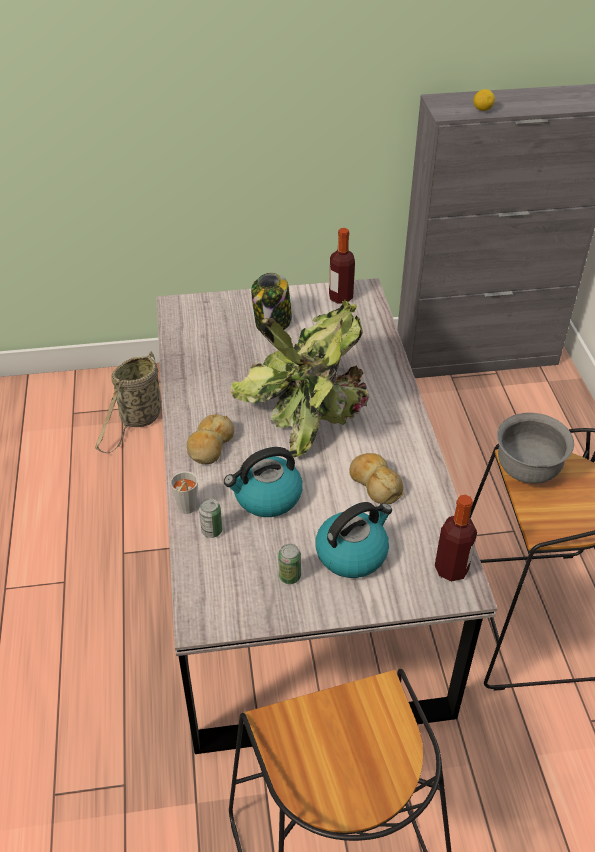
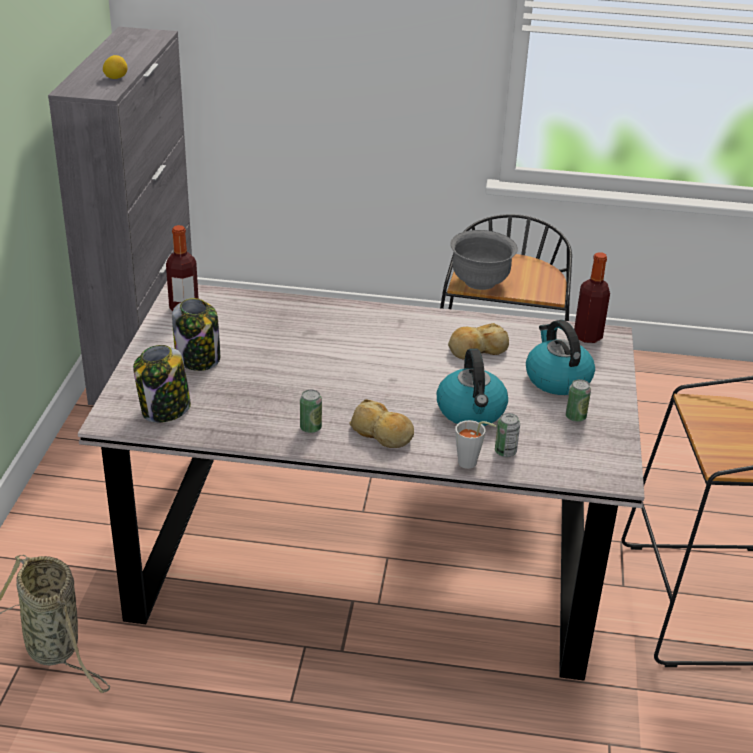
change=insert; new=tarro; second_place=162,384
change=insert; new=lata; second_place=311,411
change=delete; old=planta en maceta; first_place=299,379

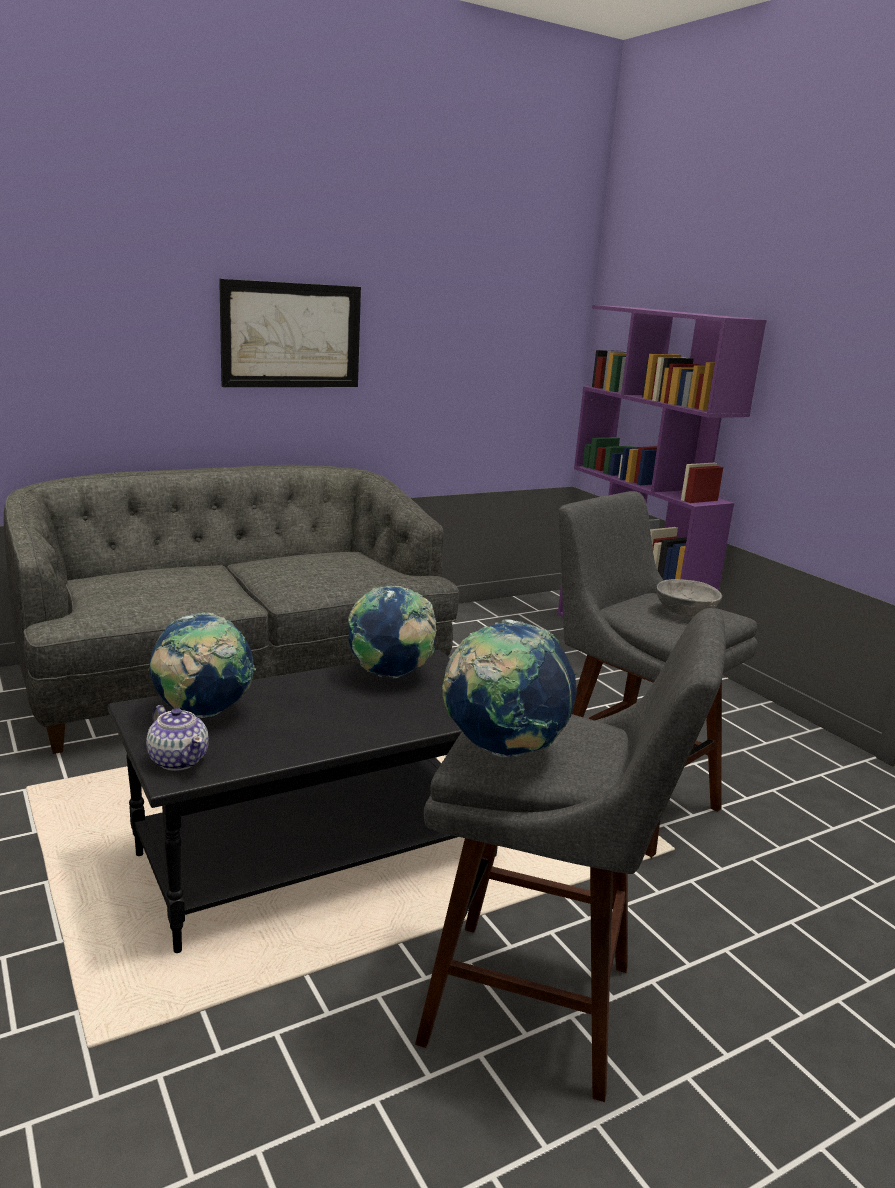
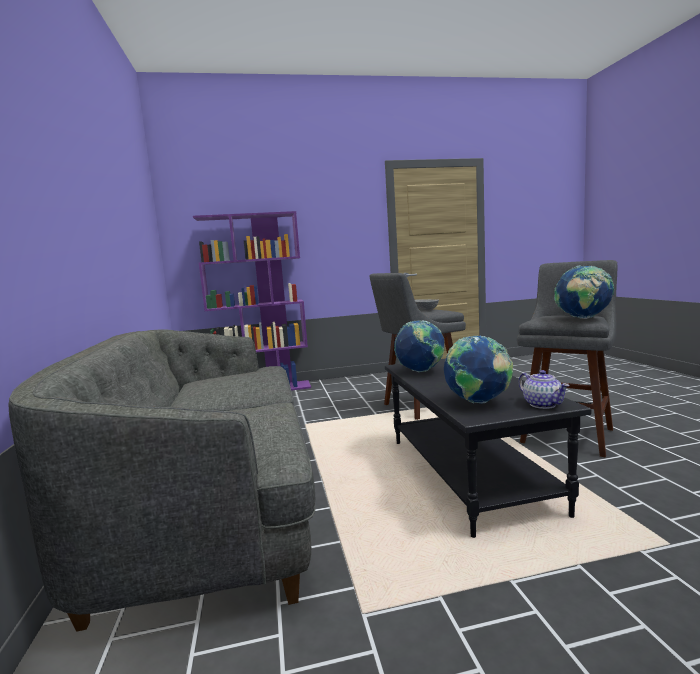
change=rotate; old=tetera; first_place=177,738; second_place=544,389; degrees=90
change=delete; old=cuadro; first_place=290,333

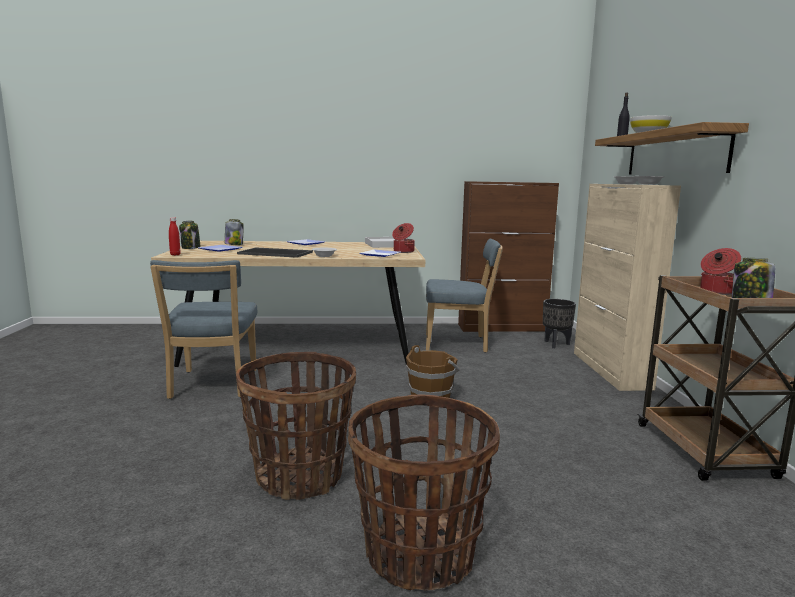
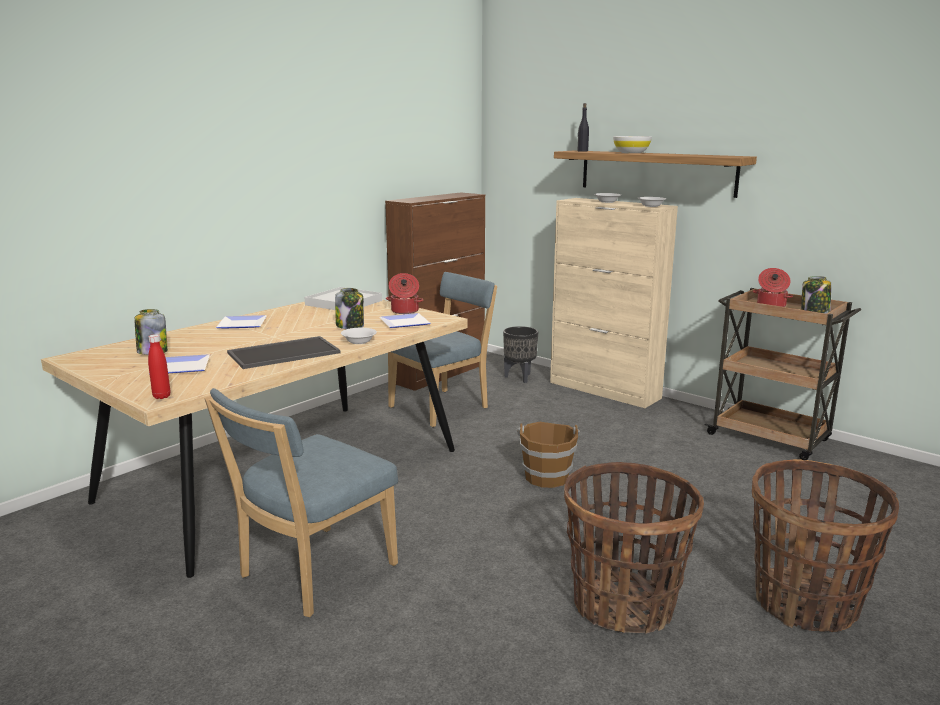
change=rotate; old=silla (azul); first_place=203,329; second_place=301,502; degrees=90
change=move; old=tarro; first_place=190,235; second_place=349,308

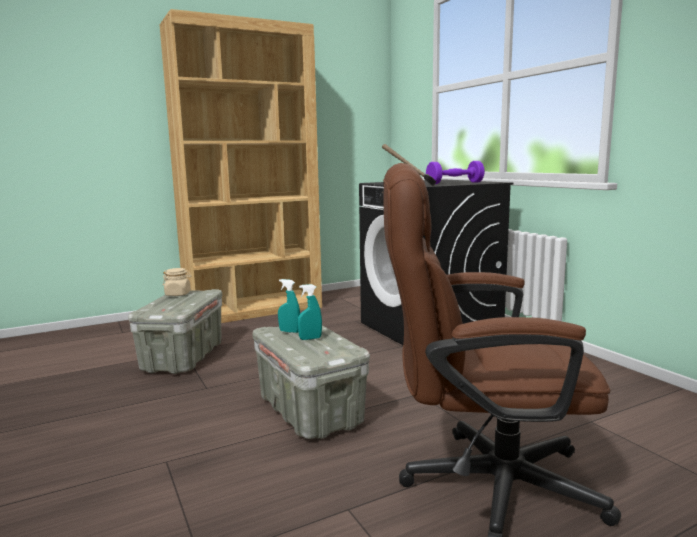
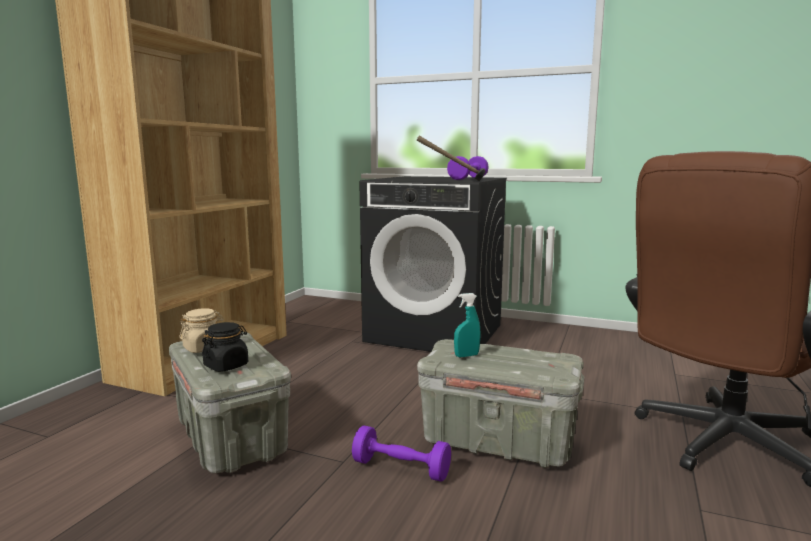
change=insert; new=tarro (negro); second_place=225,347
change=insert; new=mancuerna (morado); second_place=401,453
change=delete; old=pulverizador (turquesa); first_place=310,312

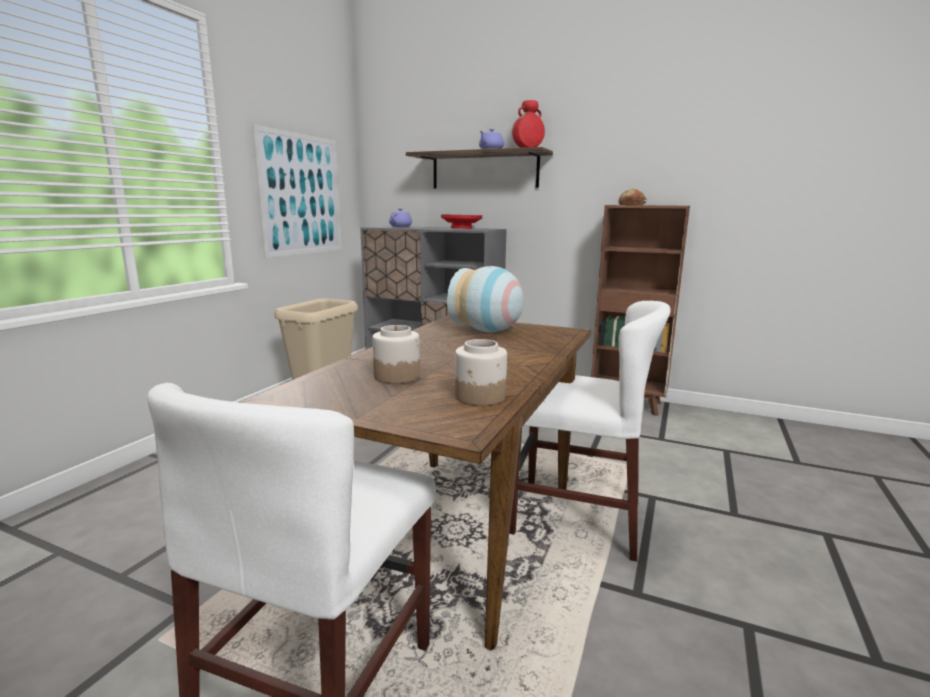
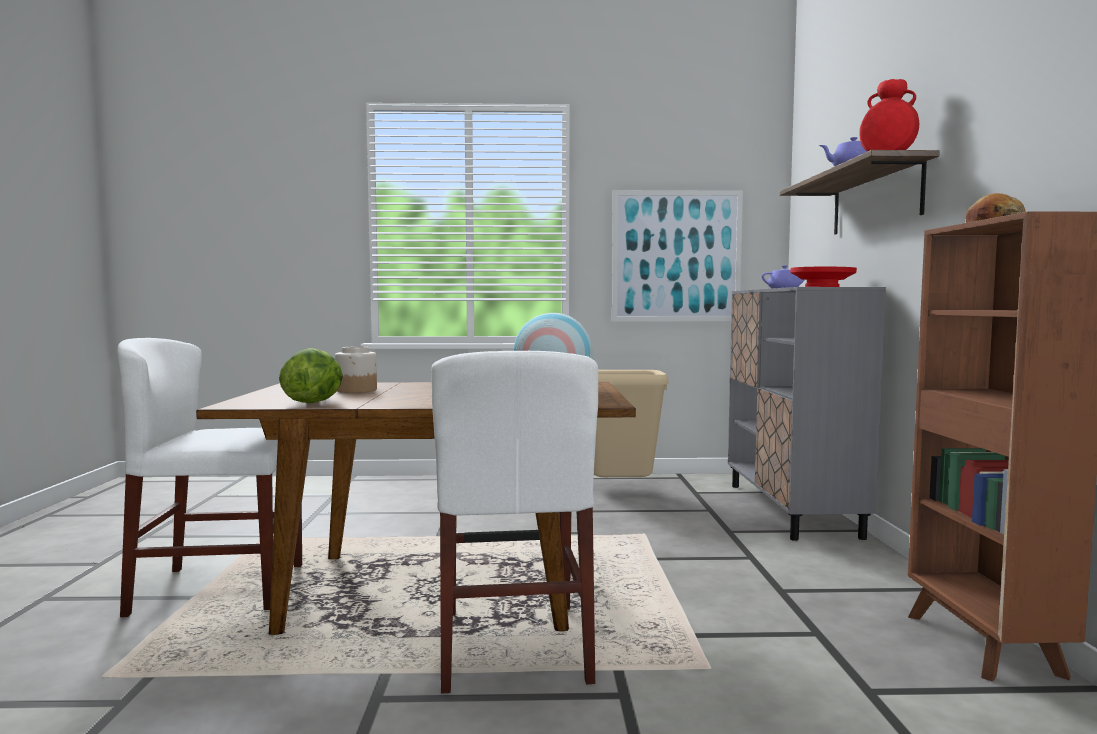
change=replace; old=tarro; new=lechuga; first_place=481,372; second_place=311,375

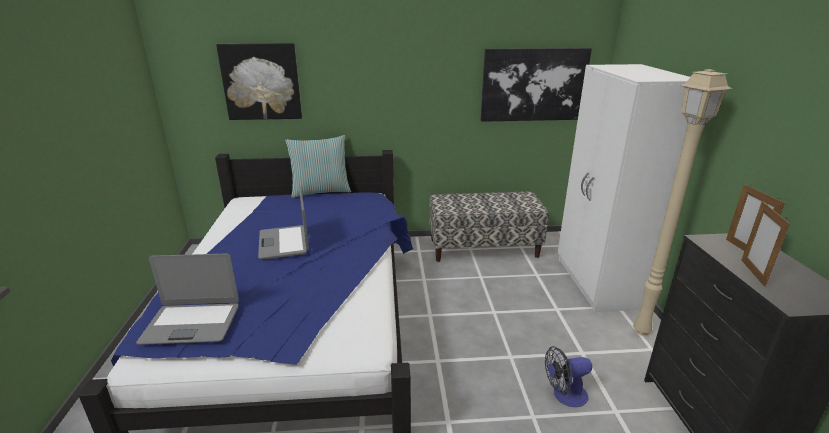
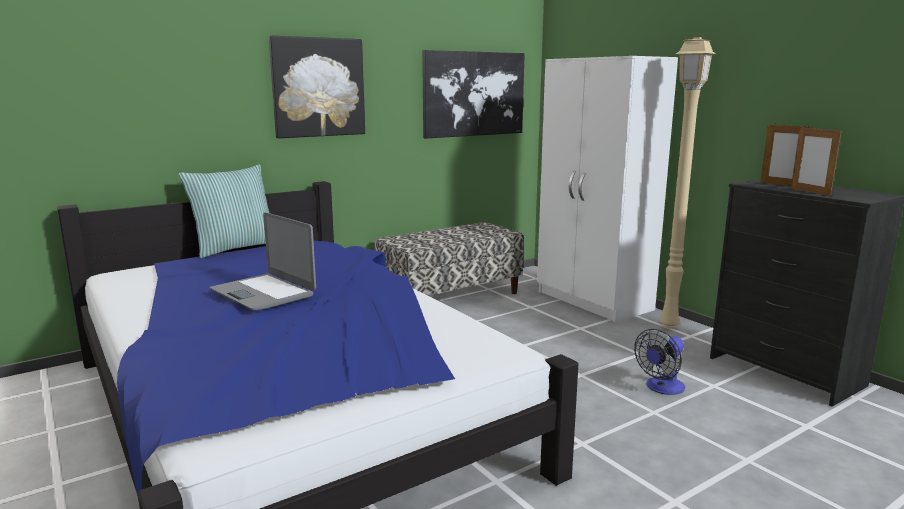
change=move; old=cuadro; first_place=259,81; second_place=317,87
change=delete; old=portátil; first_place=187,299

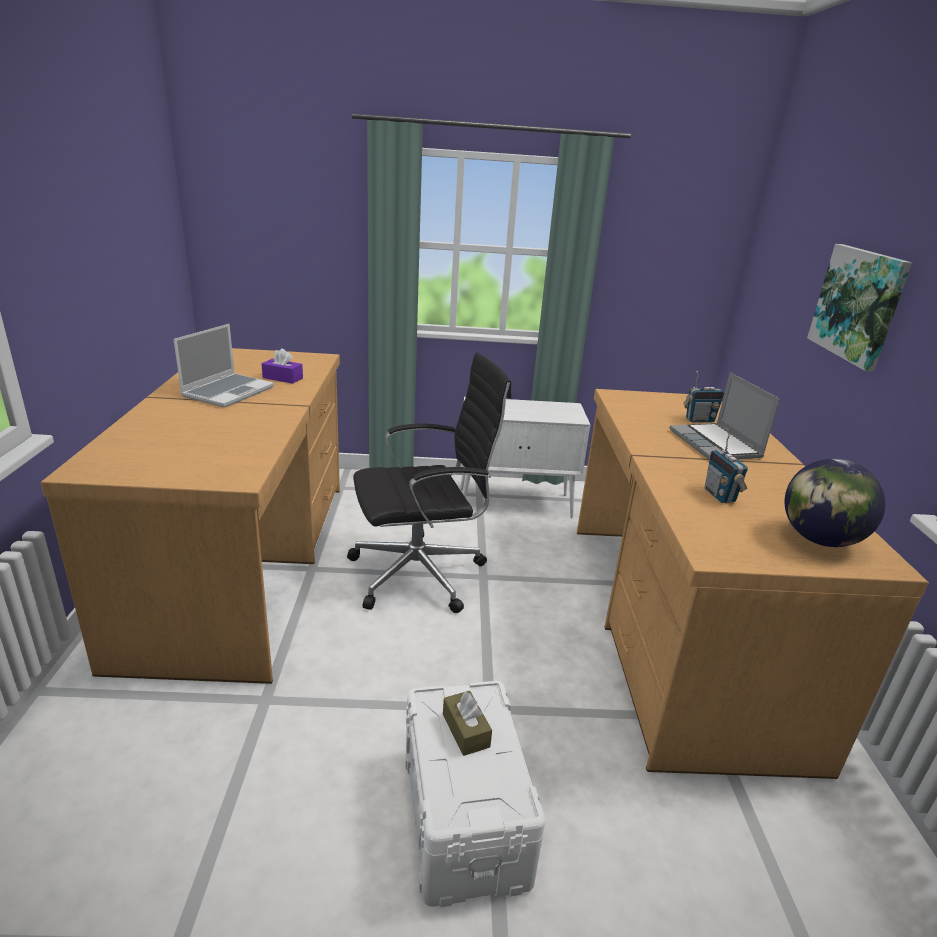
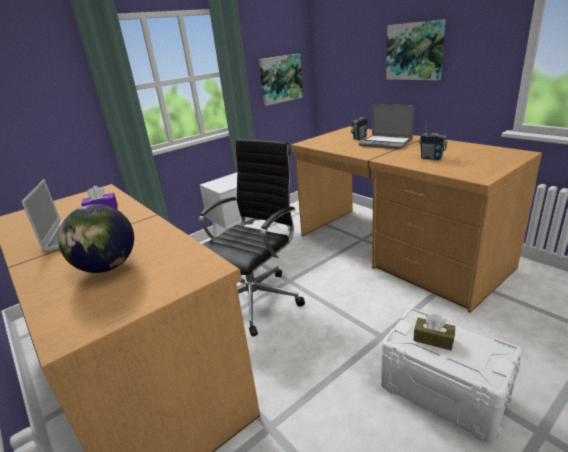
change=move; old=globo terráqueo; first_place=835,503; second_place=96,238
change=insert; new=cuadro; second_place=281,80

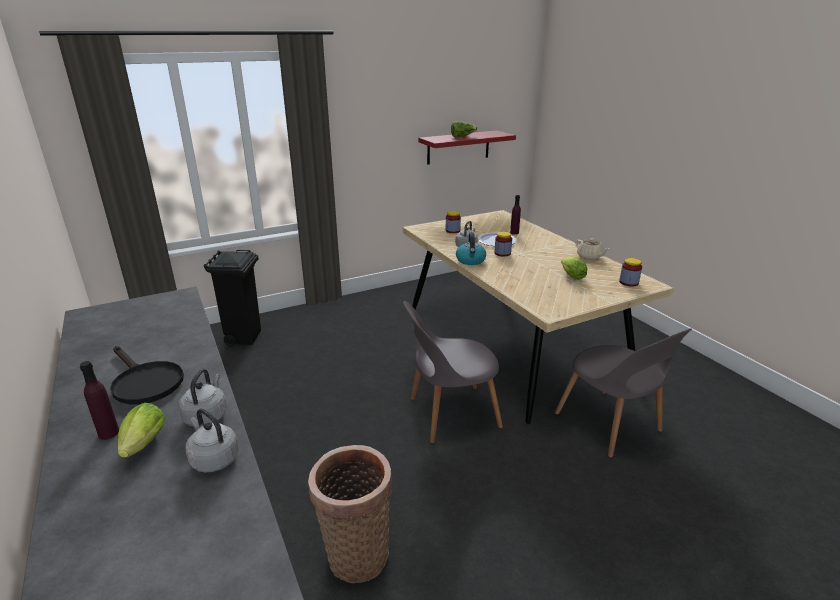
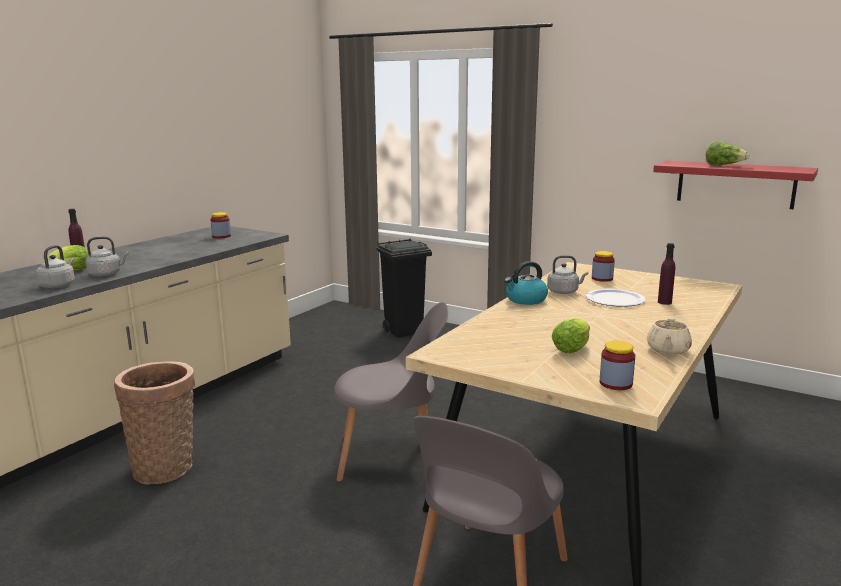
change=move; old=tarro; first_place=503,244; second_place=220,225
change=rotate; old=silla (gris); first_place=453,372; second_place=391,392; degrees=135
change=delete; old=sartén (negro); first_place=147,375

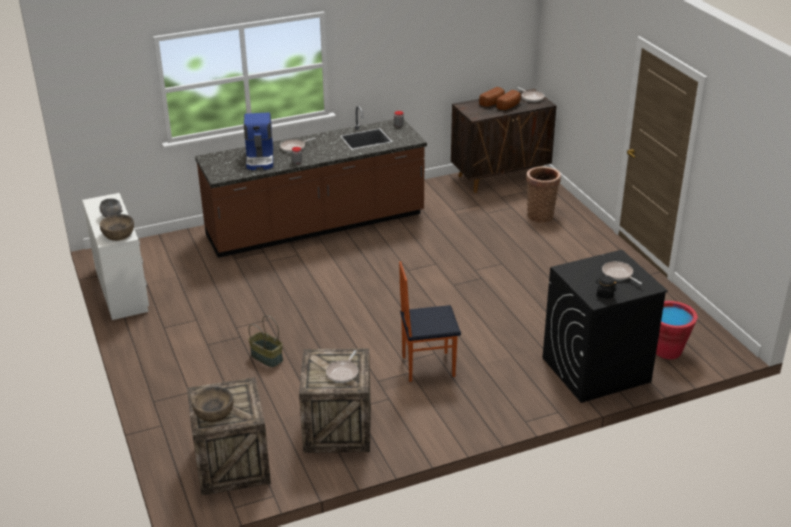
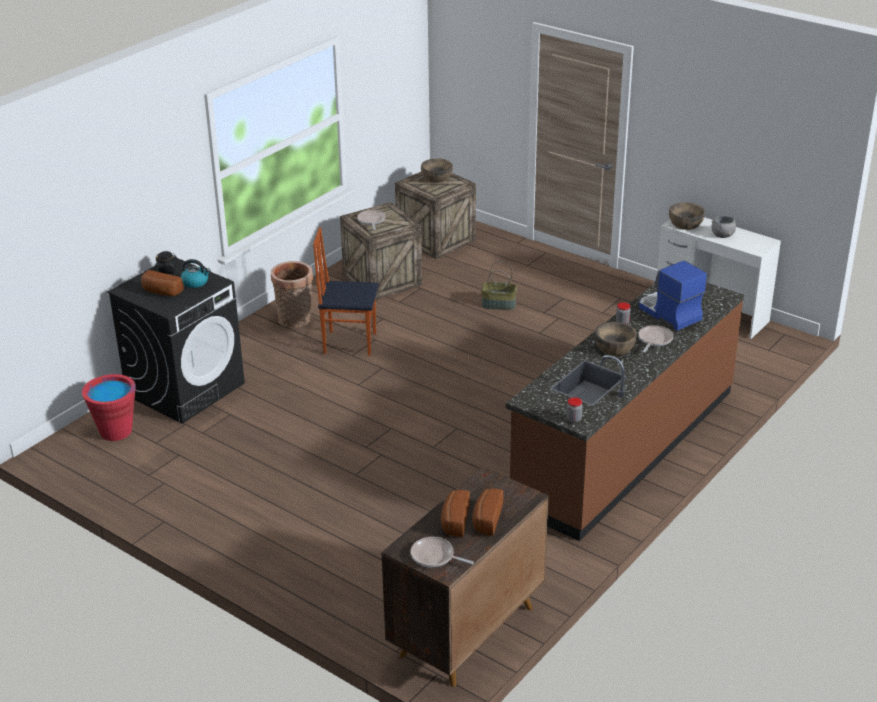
change=replace; old=sartén; new=pan; first_place=622,272; second_place=162,283
change=insert; new=hervidor; second_place=196,273
change=move; old=cesta; first_place=543,194; second_place=292,294
change=rotate; old=silla; first_place=430,321; second_place=345,291; degrees=-135
change=insert; new=cuenco (marrón); second_place=615,339

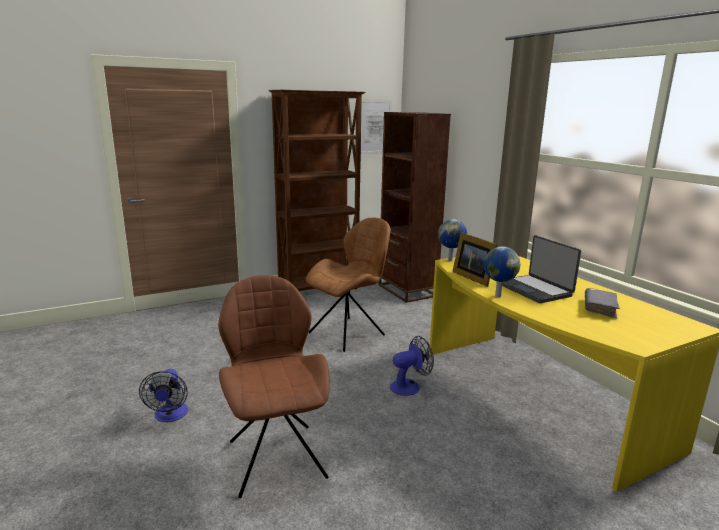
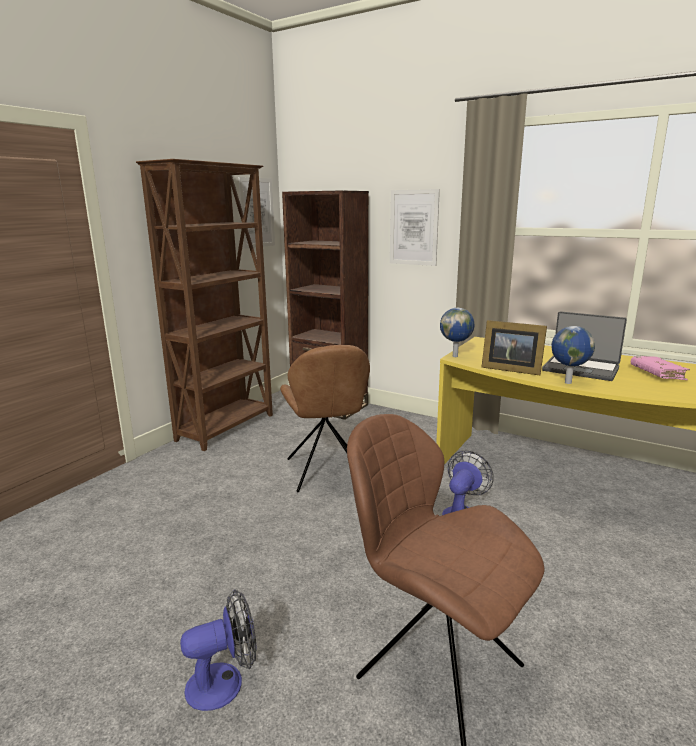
change=rotate; old=ventilador; first_place=163,395; second_place=218,650; degrees=-75
change=rotate; old=silla (marrón); first_place=348,285; second_place=325,418; degrees=150
change=insert; new=cuadro; second_place=415,227
change=recolor; old=libro (gris); new=libro (rosa); first_place=602,303; second_place=660,368

